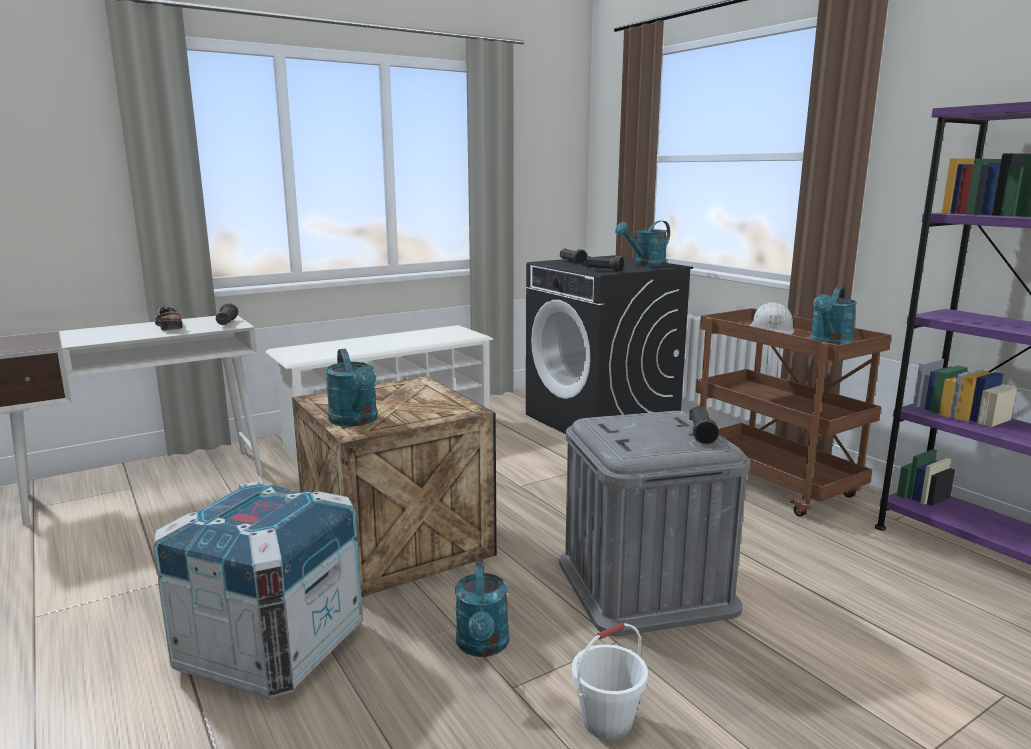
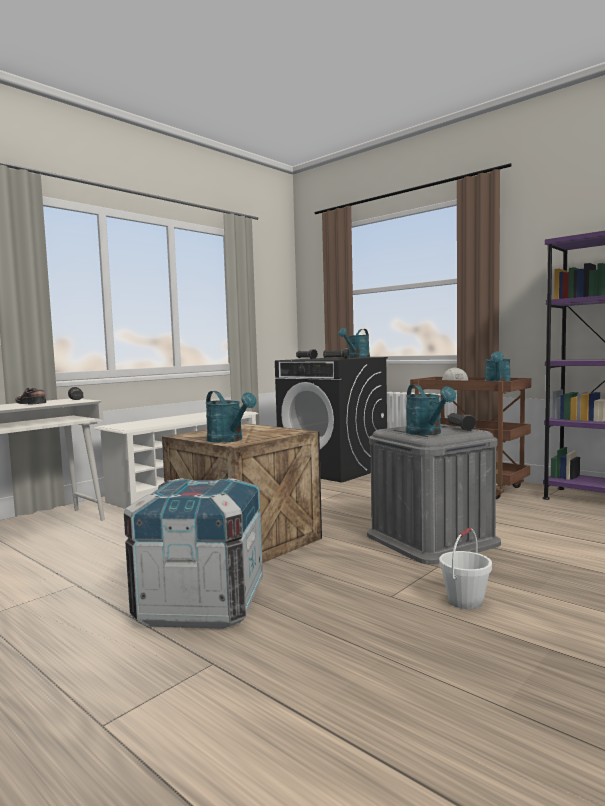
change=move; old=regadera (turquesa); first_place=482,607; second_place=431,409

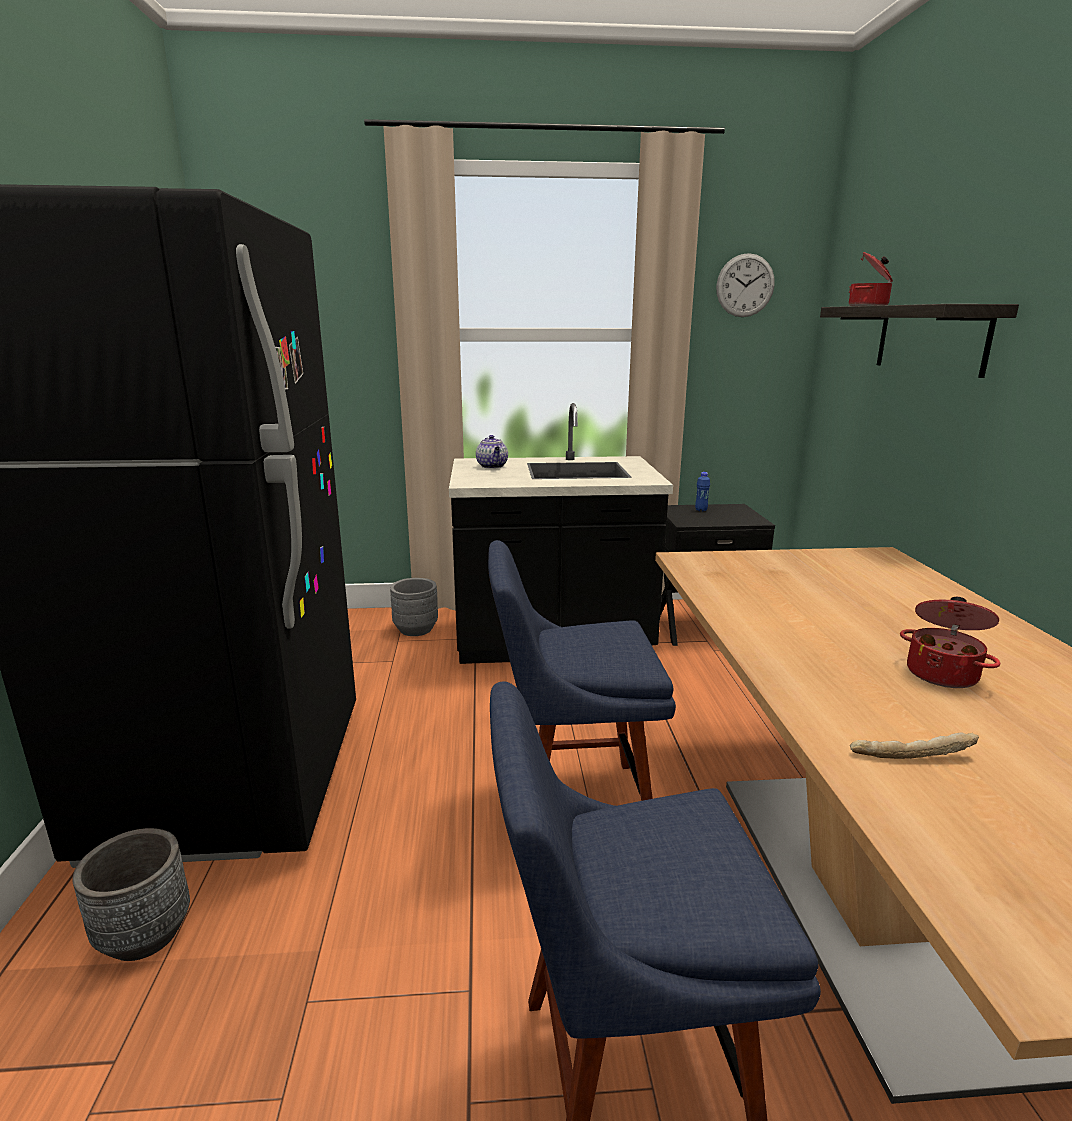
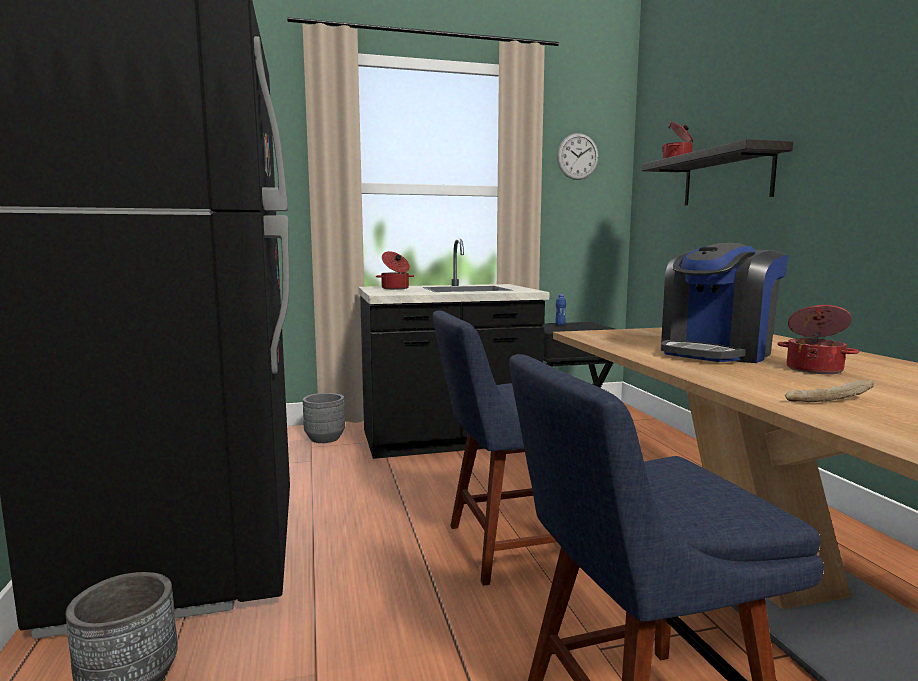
change=replace; old=tetera; new=olla; first_place=492,452; second_place=395,270
change=insert; new=cafetera; second_place=725,303

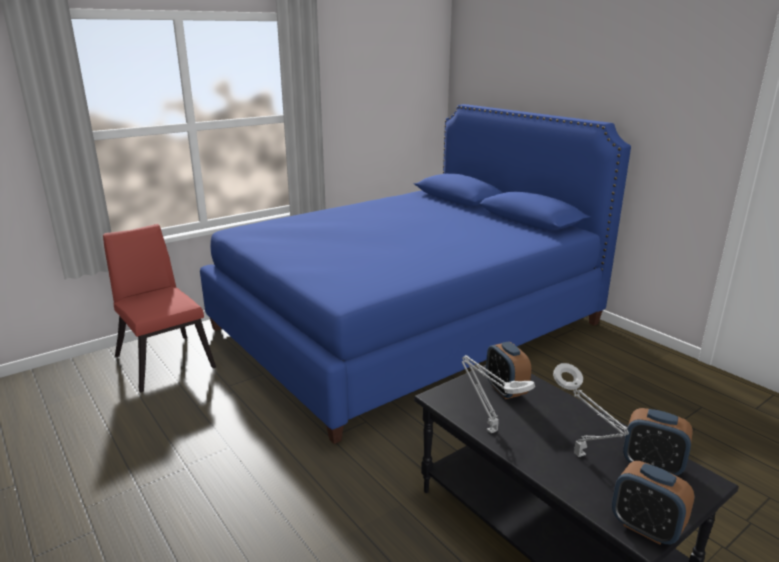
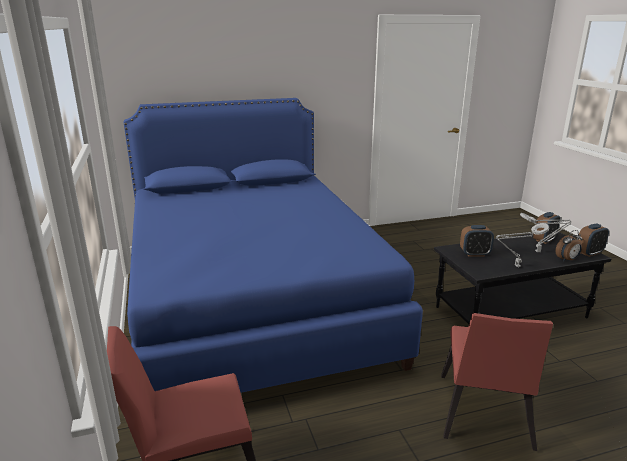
change=insert; new=silla (rojo); second_place=497,382
change=insert; new=despertador; second_place=569,245

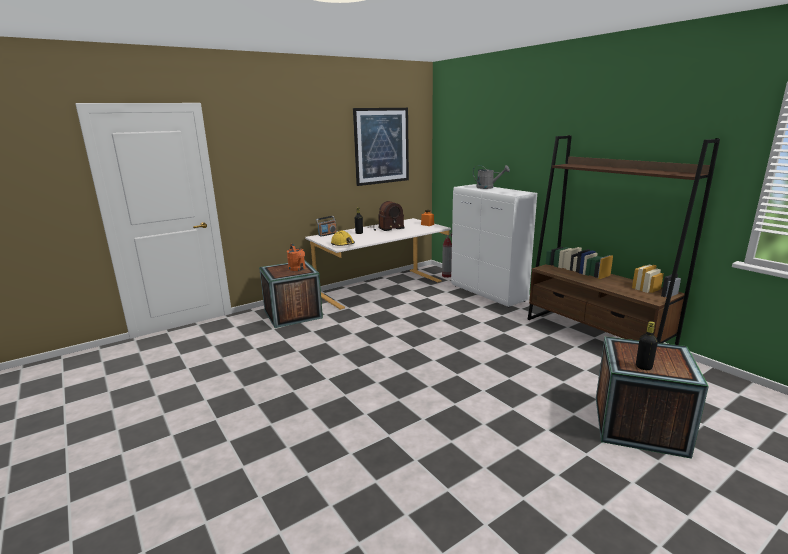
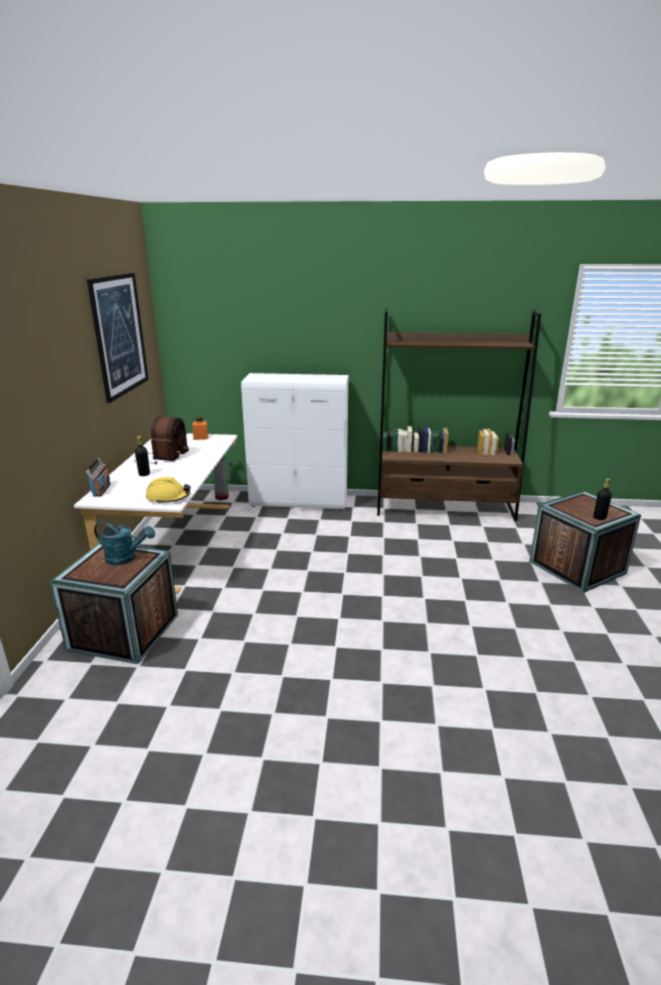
change=recolor; old=regadera (naranja); new=regadera (turquesa); first_place=296,257; second_place=124,543
change=delete; old=regadera (gris); first_place=491,177

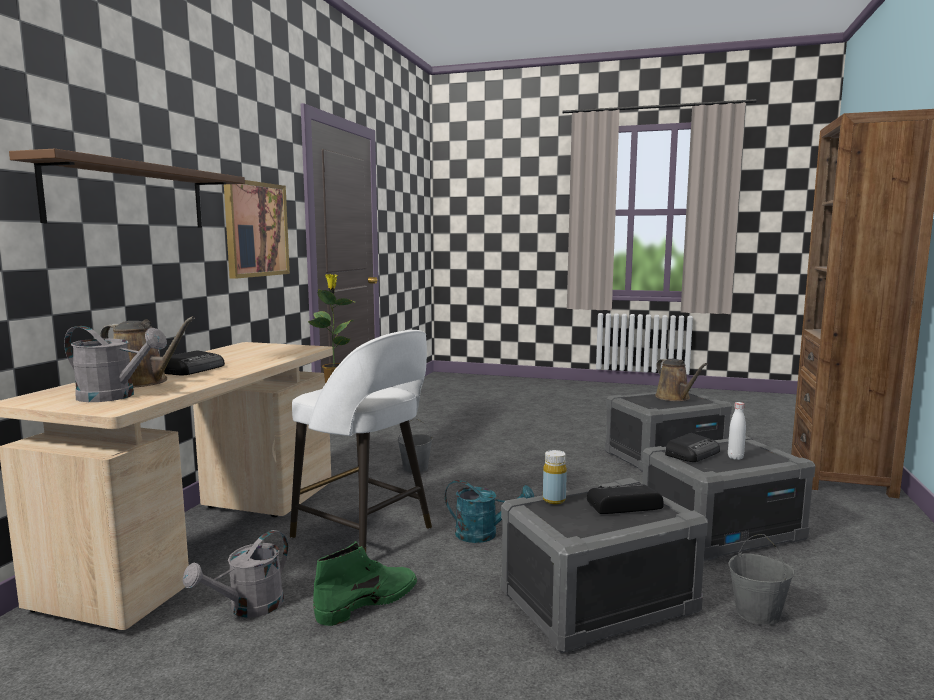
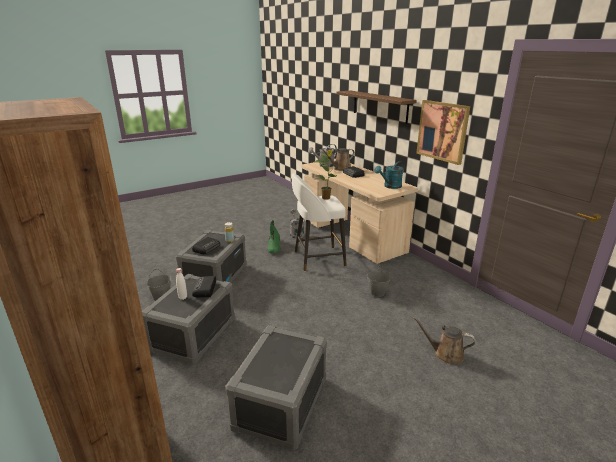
change=move; old=regadera (turquesa); first_place=489,511; second_place=389,175
change=move; old=regadera (marrón); first_place=681,380; second_place=444,340

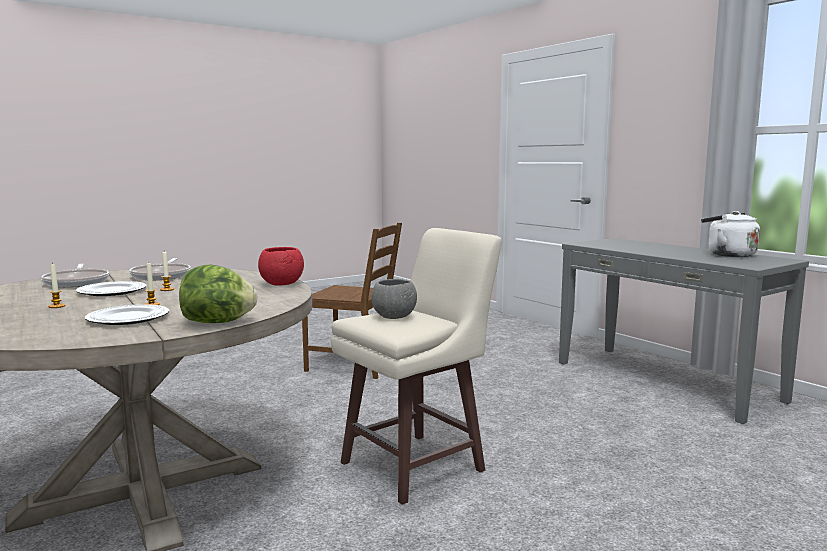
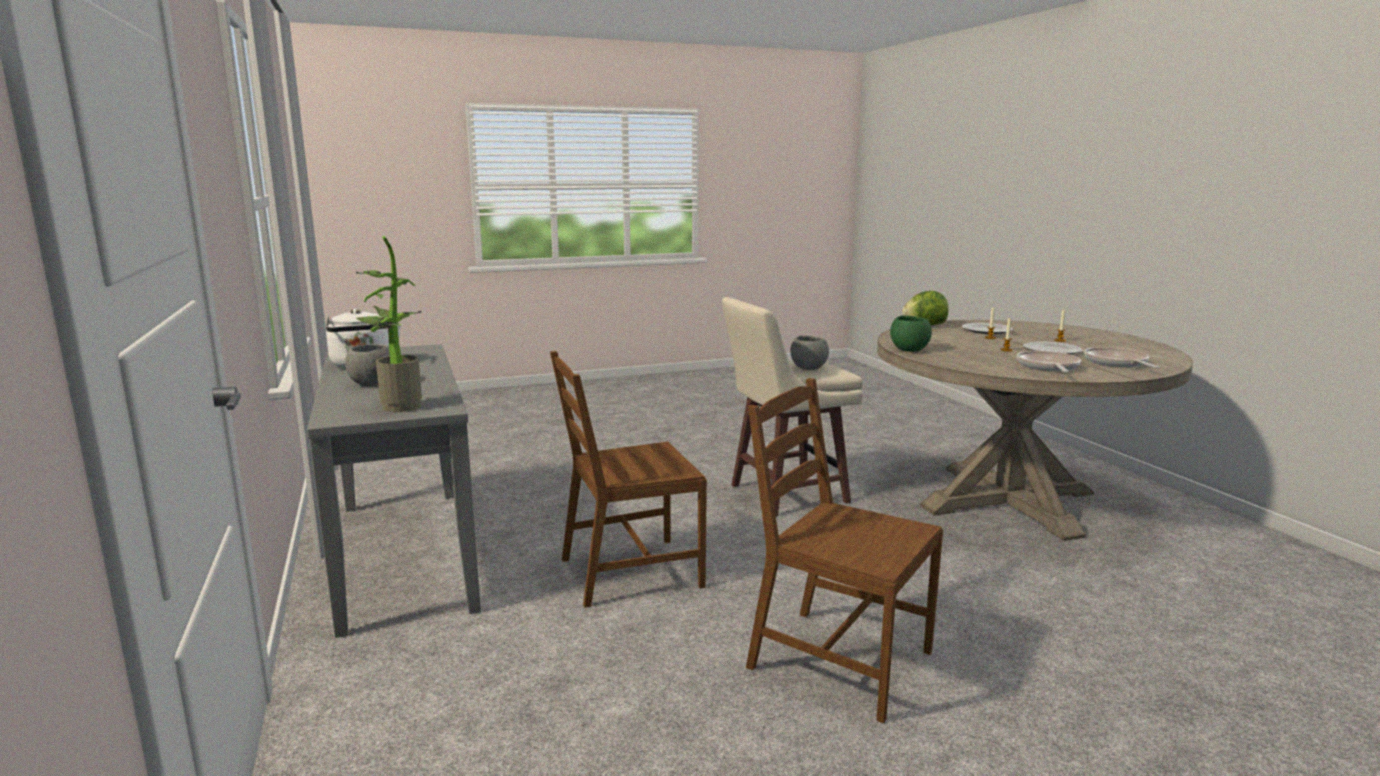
change=insert; new=cuenco (gris); second_place=367,365
change=insert; new=planta en maceta; second_place=389,324
change=insert; new=silla (marrón); second_place=628,479
change=recolor; old=cuenco (rojo); new=cuenco (verde); first_place=281,266; second_place=911,333

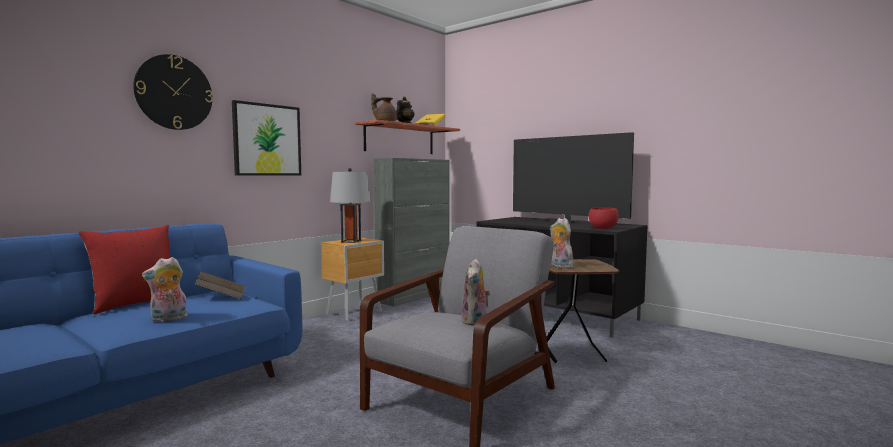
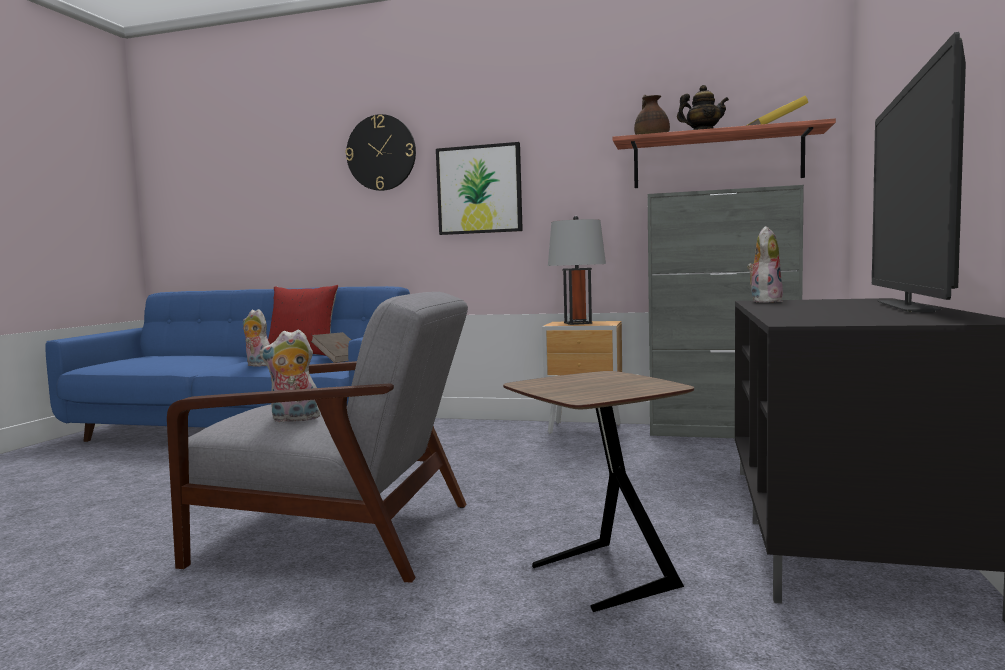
change=move; old=peluche; first_place=561,243; second_place=765,264
change=delete; old=cuenco (rojo); first_place=604,218

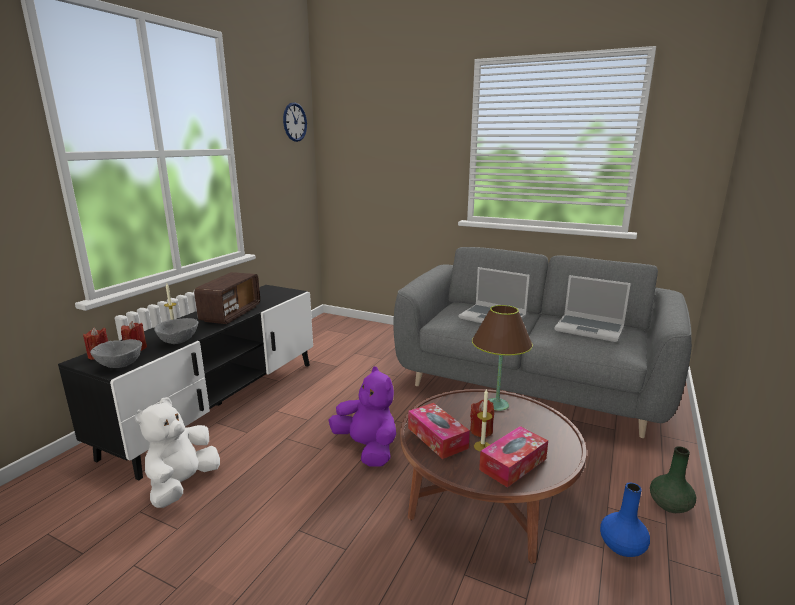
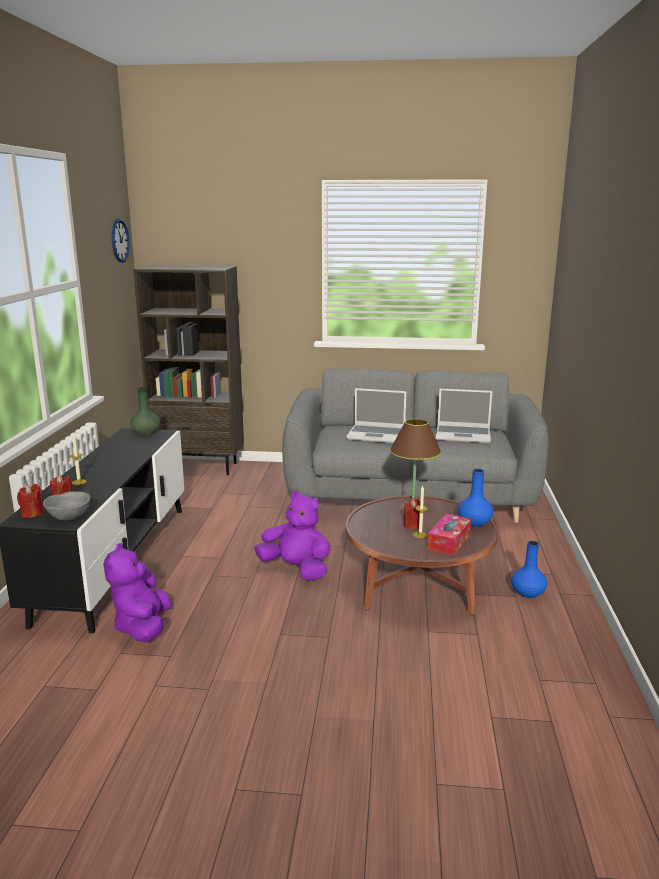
change=recolor; old=peluche (blanco); new=peluche (morado); first_place=177,452; second_place=137,592
change=move; old=florero (verde); first_place=673,479; second_place=145,411
change=insert; new=estantería (marrón); second_place=188,370
change=insert; new=florero (azul); second_place=475,498
change=delete; old=cuenco (gris); first_place=176,331
change=delete; old=radio; first_place=227,298
change=delete; old=caja de pañuelos; first_place=439,431

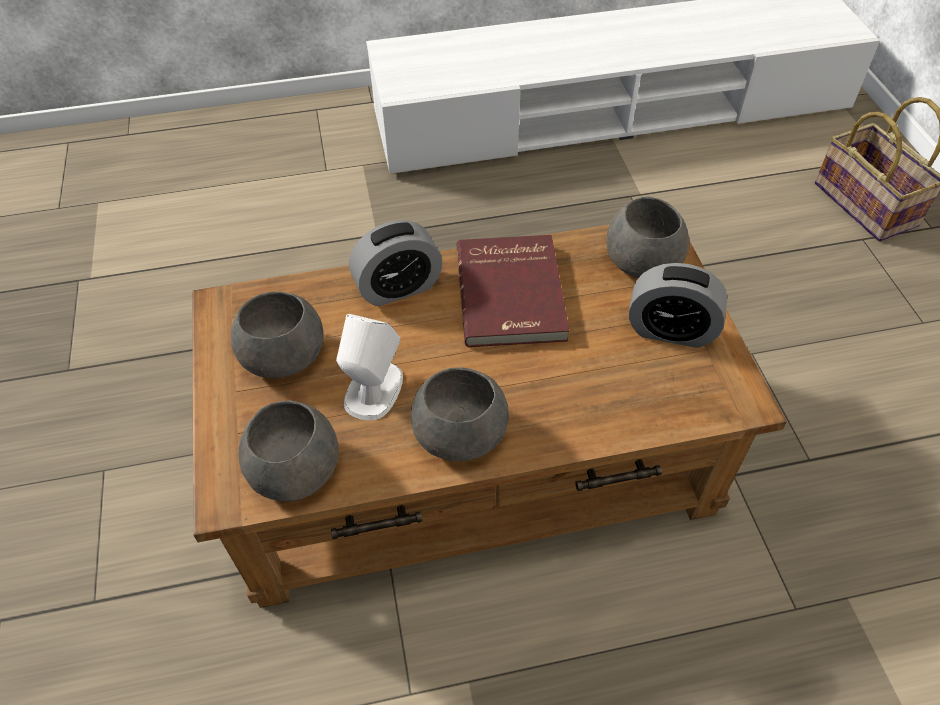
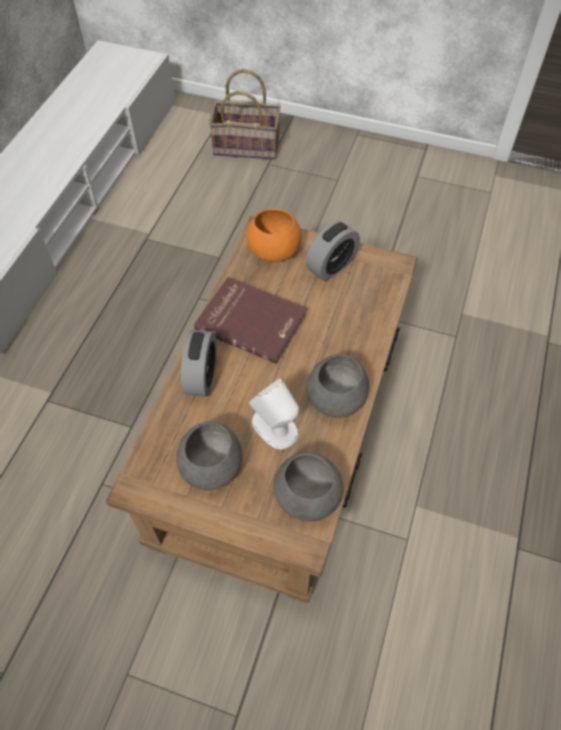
change=recolor; old=cuenco (gris); new=cuenco (naranja); first_place=647,237; second_place=274,235

